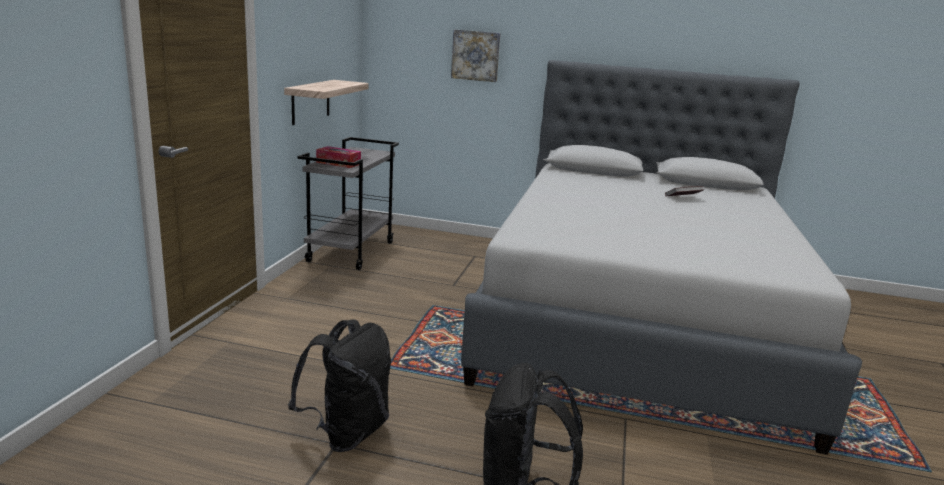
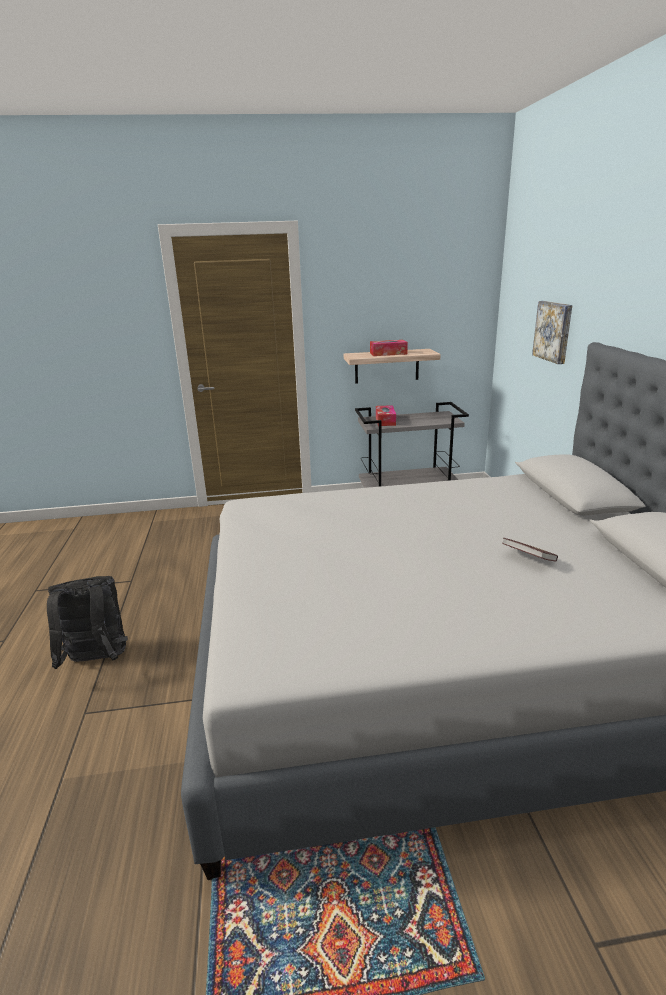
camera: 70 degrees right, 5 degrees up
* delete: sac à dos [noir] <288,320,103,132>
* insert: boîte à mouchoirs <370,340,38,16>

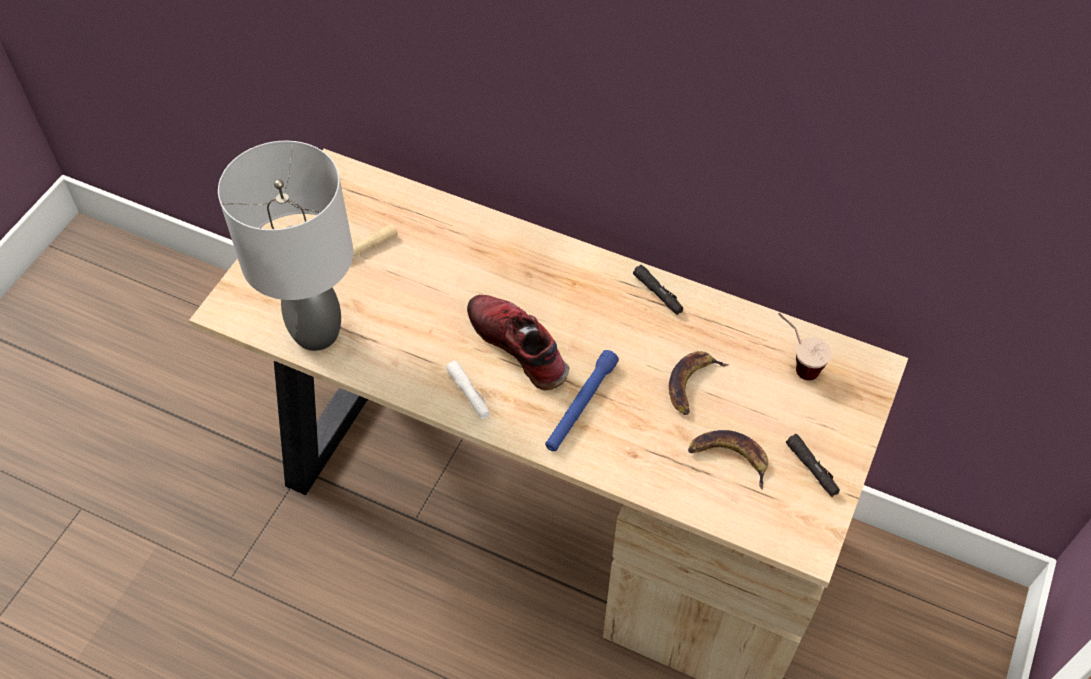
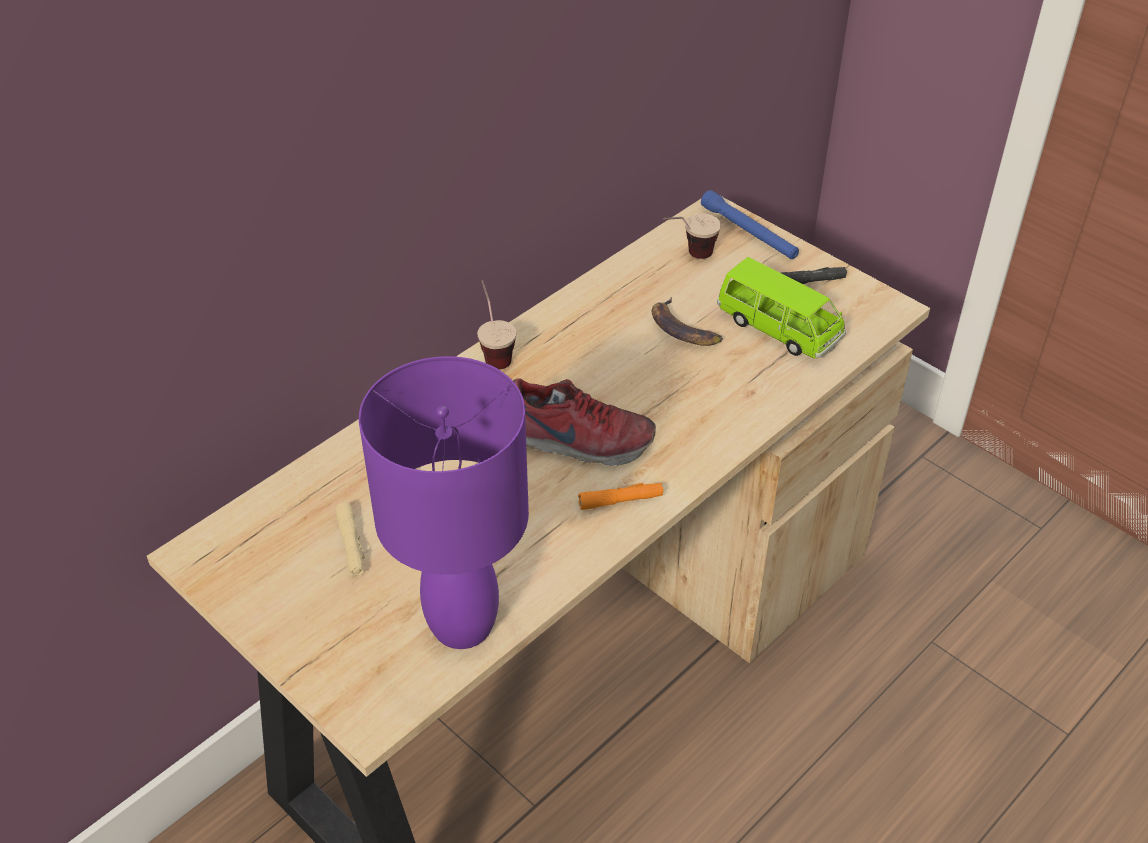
camera: 70 degrees left, 10 degrees down
* recolor: lampe de table [gris] <218,141,135,210> to lampe de table [violet] <359,356,170,293>
* recolor: lampe de poche [blanc] <446,361,44,58> to lampe de poche [orange] <578,483,86,27>
* rotate: chaussure <467,295,103,95> = <513,378,143,88> 150 degrees counterclockwise
* move: lampe de poche [bleu] <545,350,74,101> to <701,190,98,69>
* delete: lampe de poche [noir] <633,265,50,50>
* replace: banane <688,430,80,60> to petite voiture [vert] <717,257,129,101>
* insert: tasse <477,280,40,90>

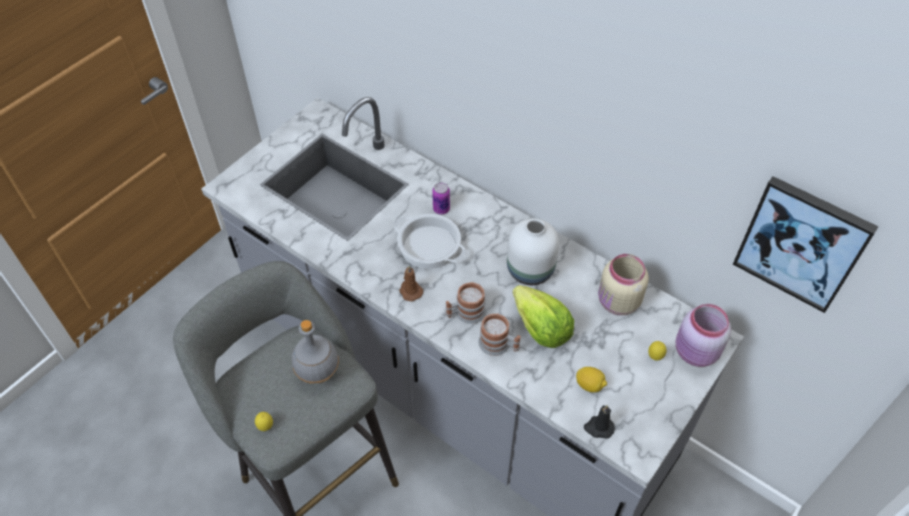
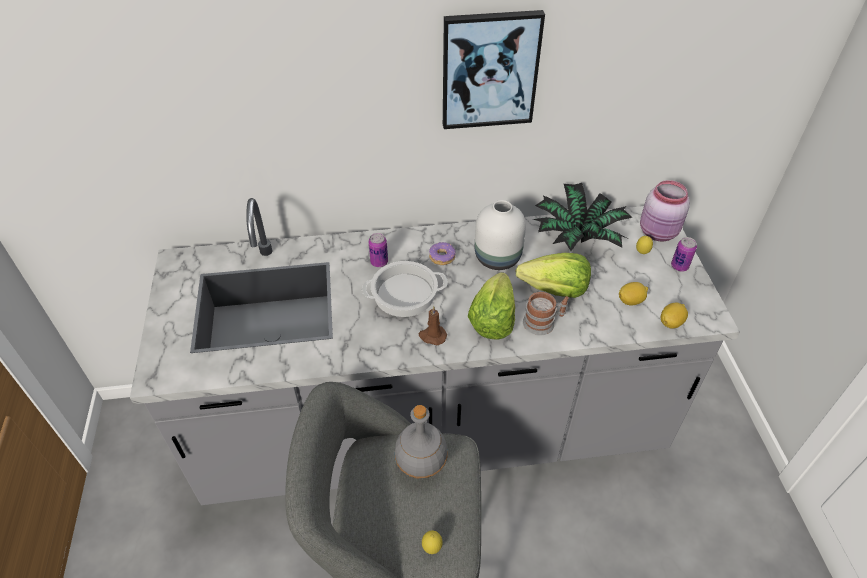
camera: 45 degrees left, 5 degrees down
* replace: mug <446,282,40,42> to laitue <468,272,47,67>
* replace: bougie [noir] <584,405,31,33> to citron <661,303,27,26>
* replace: bocal [beige] <598,254,51,61> to plante en pot <533,183,100,68>
* move: tableau <733,176,145,137> to <443,10,102,119>
* insert: beignet <429,242,27,23>
* insert: boîte métallique <671,237,26,35>

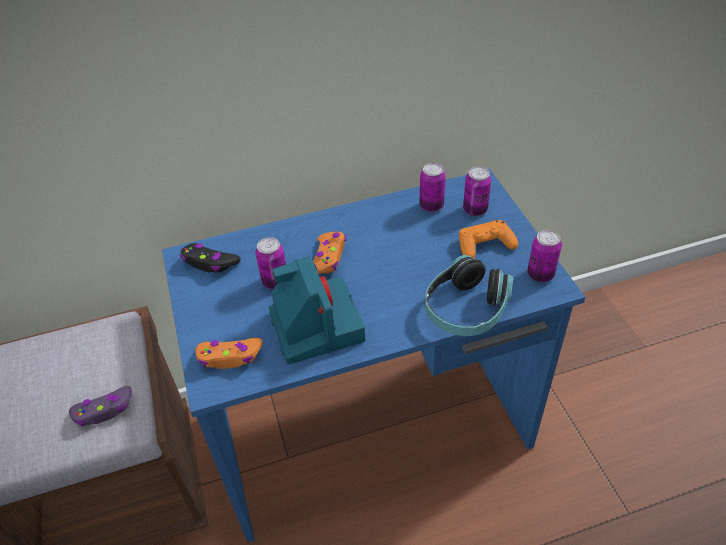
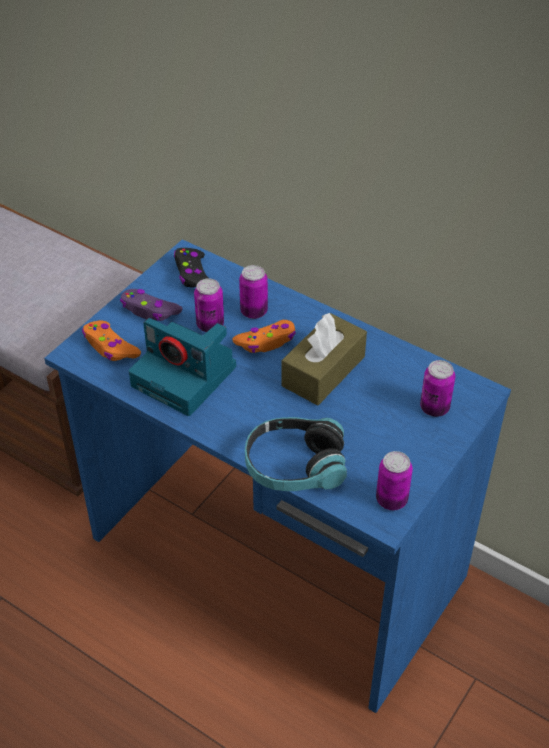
camera: 50 degrees right, 0 degrees up
* move: manette [violet] <69,386,63,41> to <120,289,63,32>
* rotate: appareil photo <269,256,97,108> = <128,318,108,98> 90 degrees clockwise
* move: boîte métallique <420,163,26,49> to <239,265,29,54>
* delete: manette [orange] <459,220,59,39>
* insert: boîte à mouchoirs [marron] <281,313,86,92>

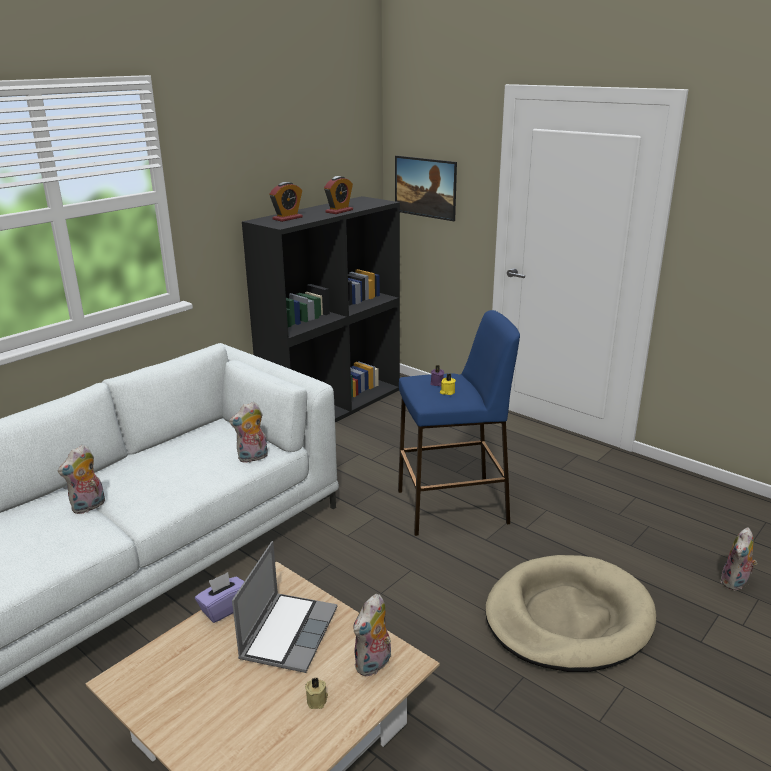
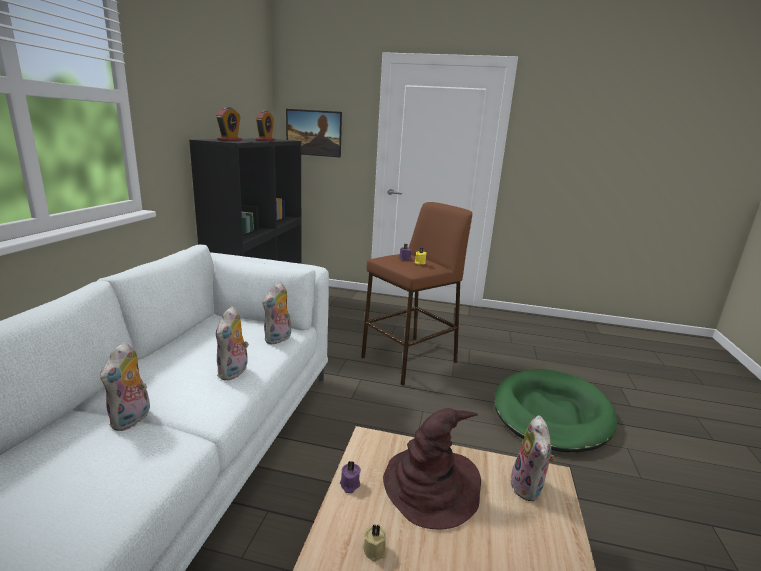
camera: 30 degrees left, 5 degrees down
* replace: boîte à mouchoirs [violet] <195,572,49,51> to bougie [violet] <340,461,21,32>
* replace: ordinateur portable <232,541,105,132> to chapeau [marron] <383,408,98,122>
* move: bougie [beige] <305,677,23,32> to <363,525,23,37>
* recolor: tabouret [bleu] <398,310,122,226> to tabouret [marron] <361,202,111,184>
* recolor: panier pour chien [beige] <485,555,171,117> to panier pour chien [vert] <494,369,123,83>
* move: peluche <721,527,37,64> to <216,306,33,74>

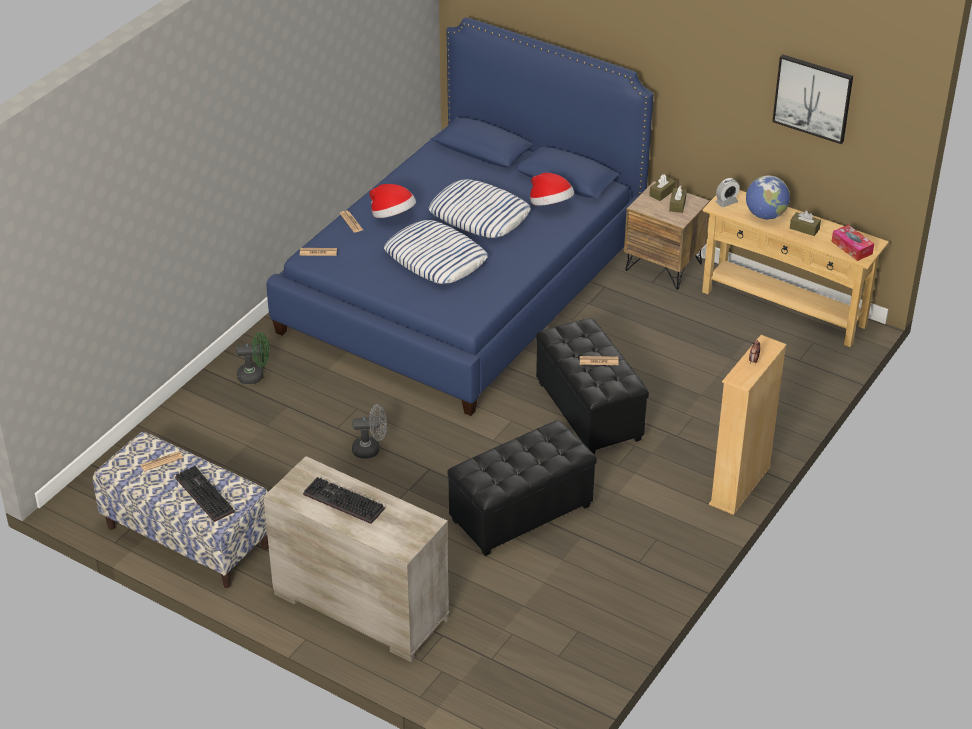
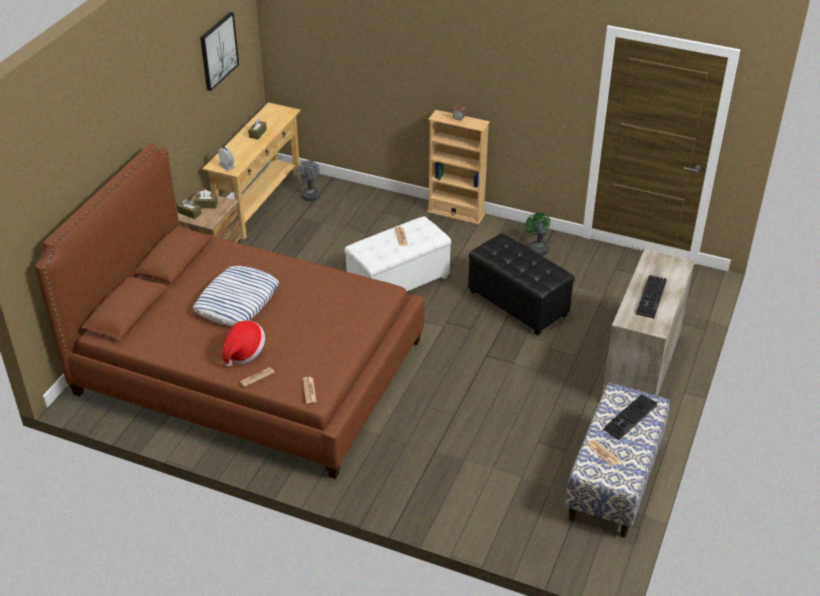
camera: 100 degrees left, 0 degrees up
* move: ventilateur [vert] <236,332,33,52> to <525,213,25,42>
* recolor: lit [bleu] <267,18,386,398> to lit [marron] <35,143,389,336>
* move: ventilateur [gris] <352,404,35,55> to <295,160,25,41>
* delete: coussin <384,220,104,64>
* delete: chapeau <530,173,44,33>
* recolor: pouf [noir] <536,318,113,136> to pouf [blanc] <345,216,106,75>
* delete: globe <746,176,44,43>
* delete: boîte à mouchoirs <831,225,43,36>

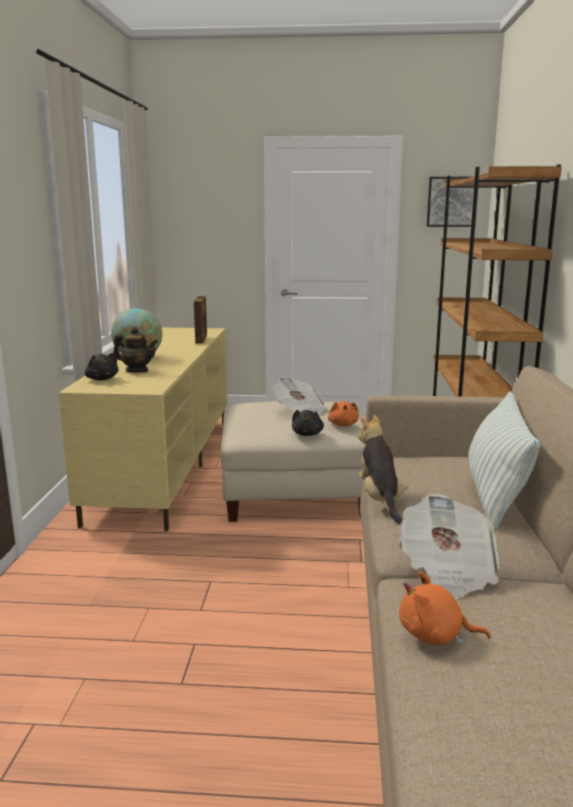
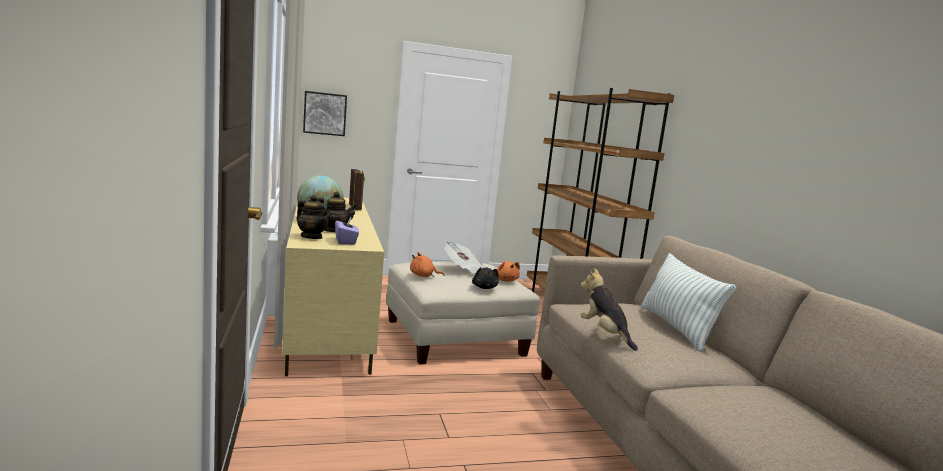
camera: 20 degrees left, 5 degrees down
* replace: peluche [noir] <85,353,33,27> to théière <297,195,33,44>
* delete: journal <399,494,101,105>
* move: peluche [orange] <399,571,92,74> to <410,252,34,25>
* move: tableau <427,177,51,50> to <303,91,44,45>
* insert: boîte à mouchoirs [violet] <335,216,24,29>

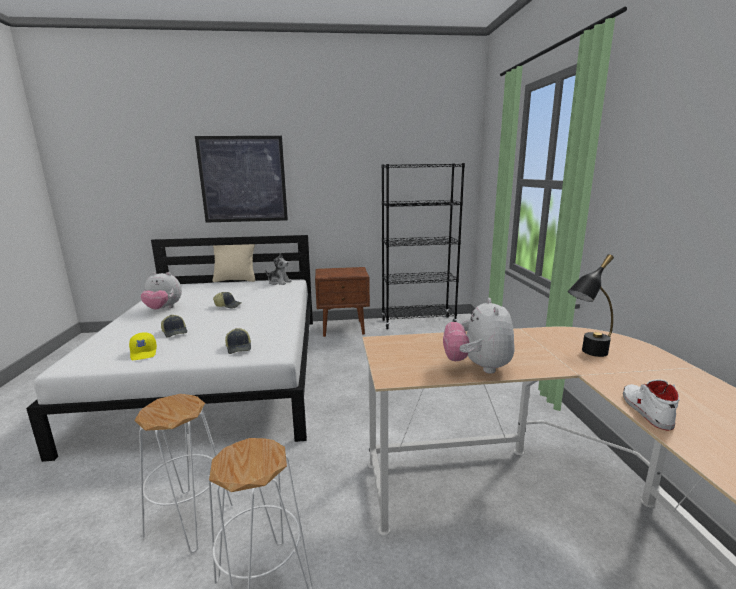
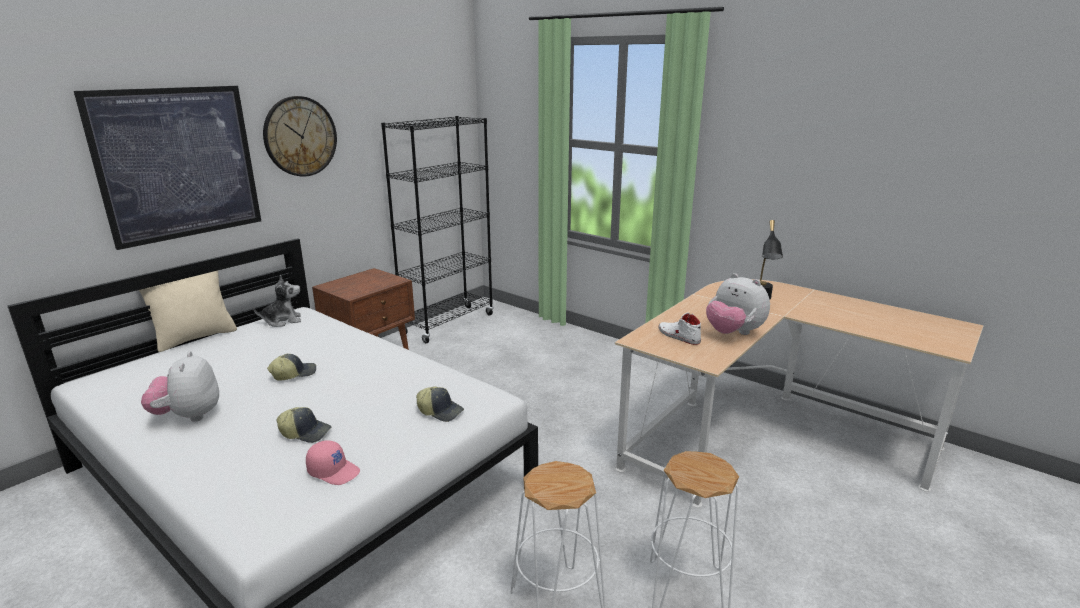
camera: 45 degrees left, 5 degrees up
* recolor: casquette [jaune] <129,332,28,28> to casquette [rose] <306,441,54,44>
* rotate: peluche <140,272,42,38> = <141,351,78,71> 120 degrees clockwise
* move: chaussure [blanc] <623,380,57,51> to <658,313,43,32>
* insert: horloge murale <263,96,74,81>

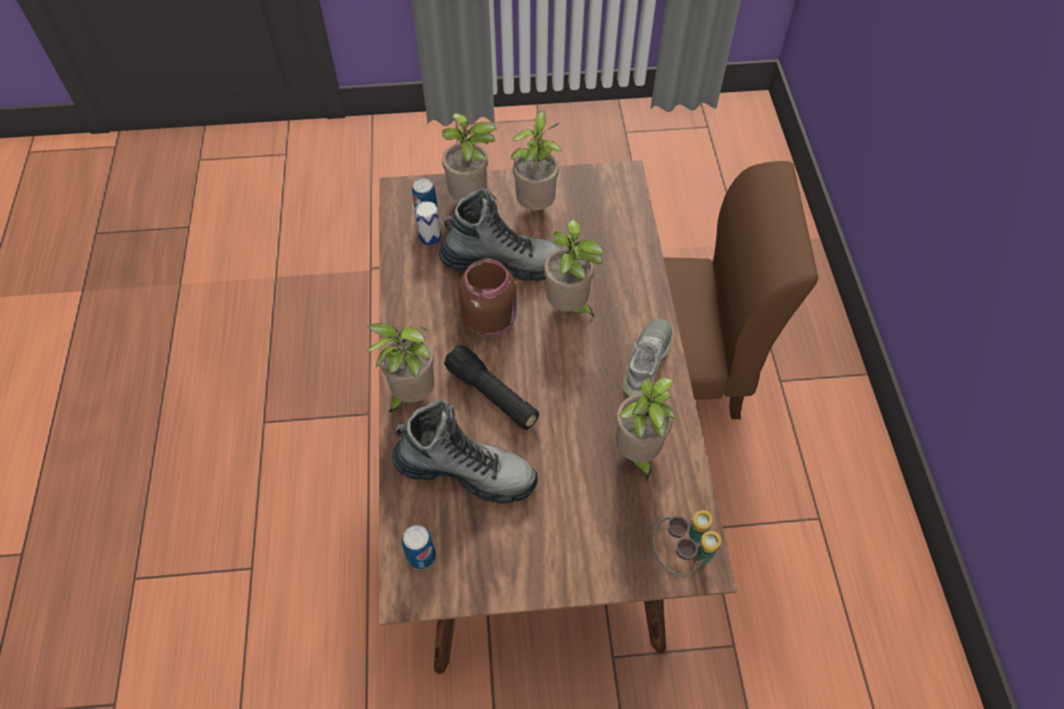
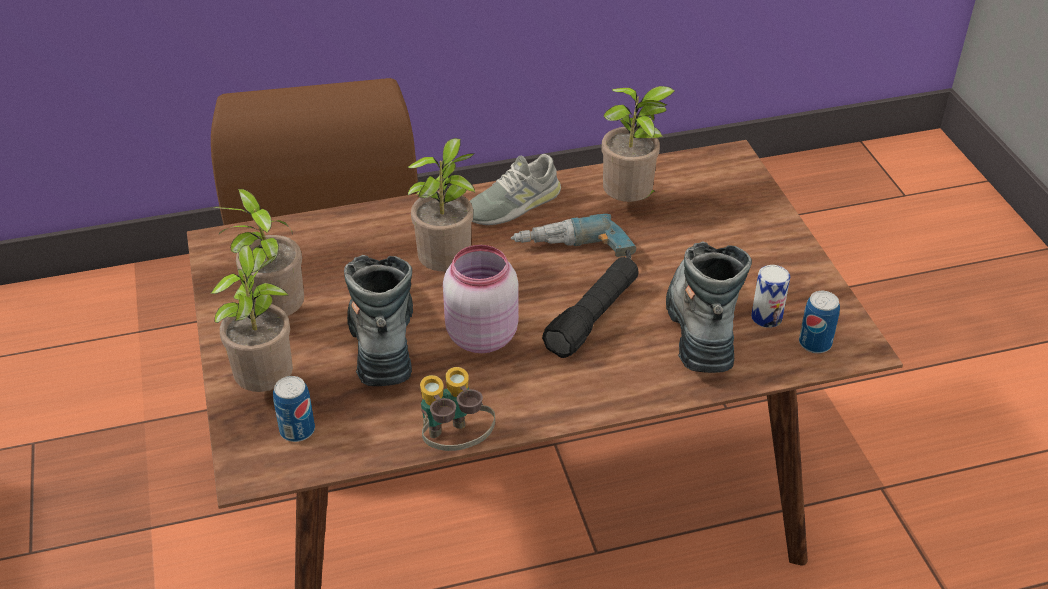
camera: 100 degrees left, 15 degrees down
* delete: plante en pot <366,323,68,90>
* move: boîte métallique <415,201,26,45> to <751,265,39,63>
* recolor: bocal [marron] <458,259,59,78> to bocal [rose] <443,245,76,108>
* rotate: chaussure [gris] <623,319,49,78> = <470,154,91,71> 45 degrees counterclockwise
* move: jumelles <652,510,69,67> to <420,367,75,84>
* insert: perceuse <511,214,125,45>

